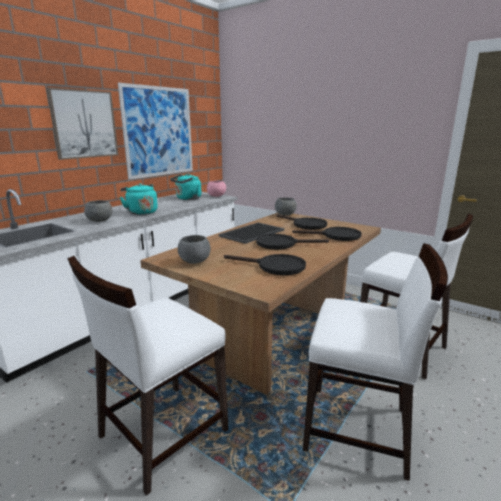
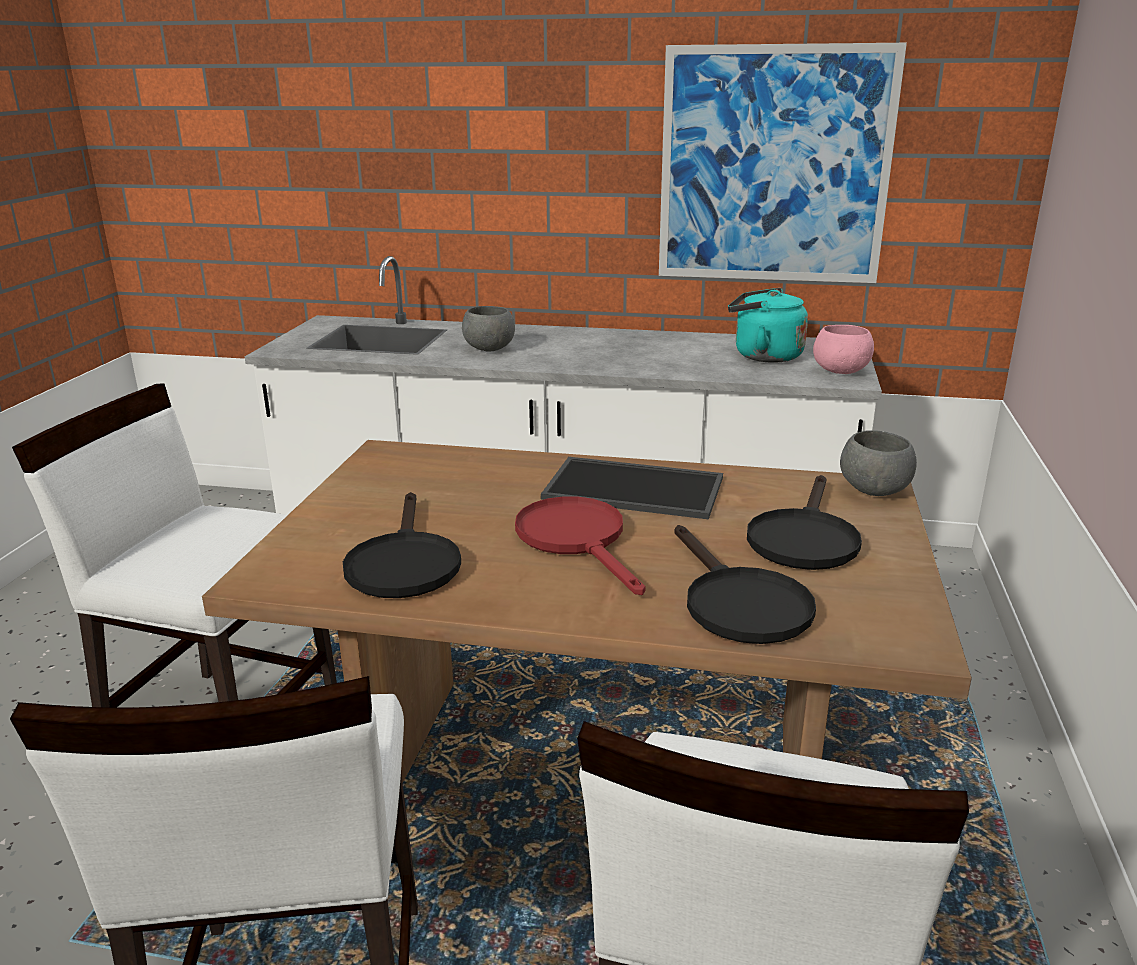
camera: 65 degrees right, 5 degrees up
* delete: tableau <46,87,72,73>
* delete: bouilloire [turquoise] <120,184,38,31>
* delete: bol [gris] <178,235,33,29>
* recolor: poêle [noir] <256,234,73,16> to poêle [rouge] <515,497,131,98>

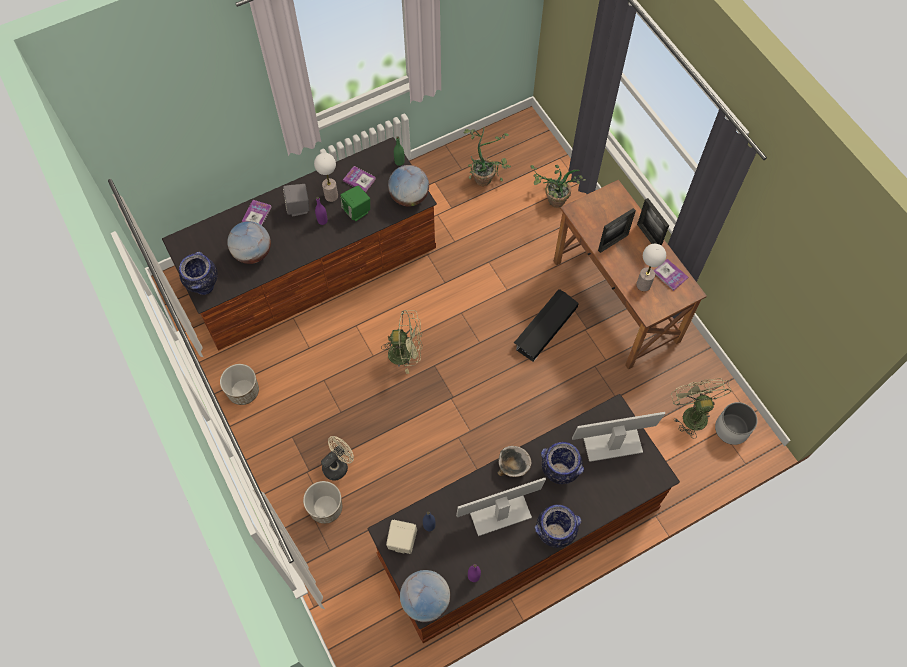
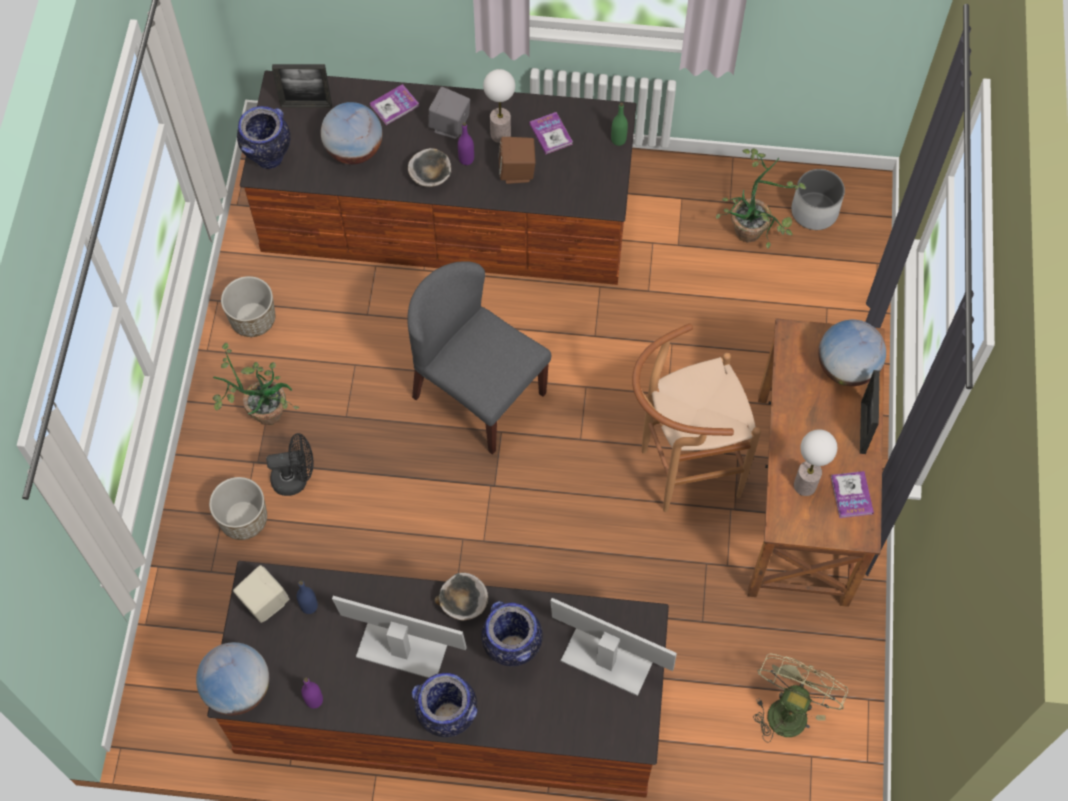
camera: 35 degrees right, 0 degrees up
* recolor: ventilateur [beige] <321,436,33,45> to ventilateur [noir] <266,433,47,63>
* recolor: enceinte [vert] <340,185,30,36> to enceinte [marron] <499,137,37,47>
* replace: ventilateur [vert] <381,310,41,64> to chaise [gris] <408,261,143,194>
* move: globe <388,165,41,41> to <818,320,68,66>
* replace: boîte de rangement [noir] <514,289,65,73> to tabouret [marron] <632,324,129,188>
* move: plante en pot <530,165,56,42> to <213,343,86,82>
* move: cadre photo <598,208,38,45> to <272,64,60,44>
* move: cache-pot [blanc] <715,402,42,43> to <791,169,54,61>
* insert: bol <408,148,43,39>

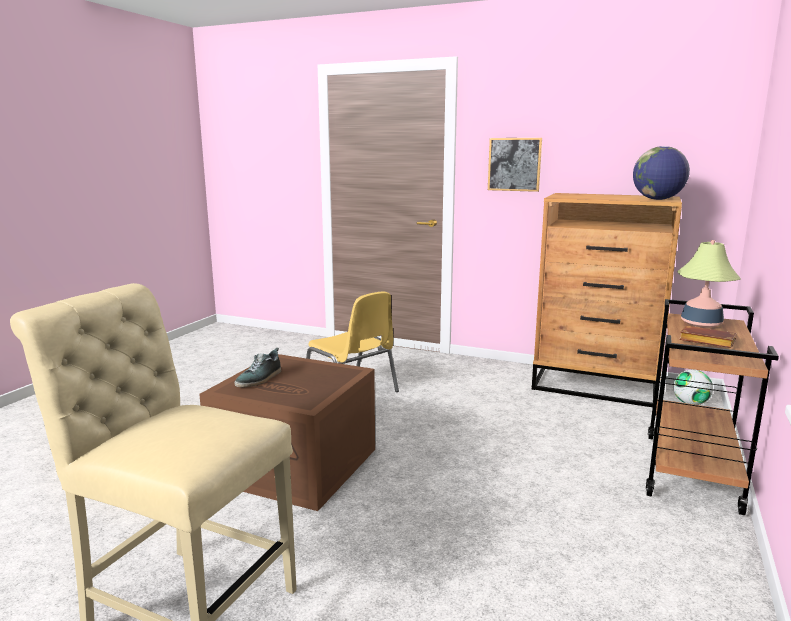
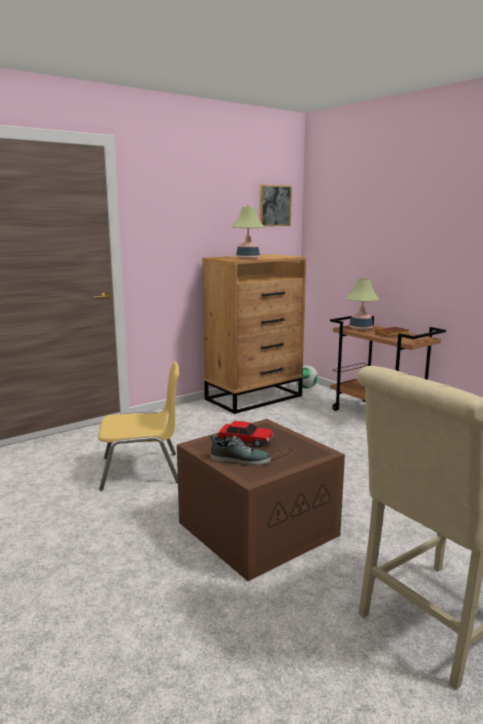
camera: 60 degrees left, 0 degrees up
* rotate: chaussure <235,348,46,39> = <210,435,61,30> 45 degrees counterclockwise
* move: tableau <488,138,54,54> to <260,185,32,41>
* delete: globe <633,146,57,54>
* insert: petite voiture <217,421,57,26>
* insert: lampe de table <232,205,33,55>

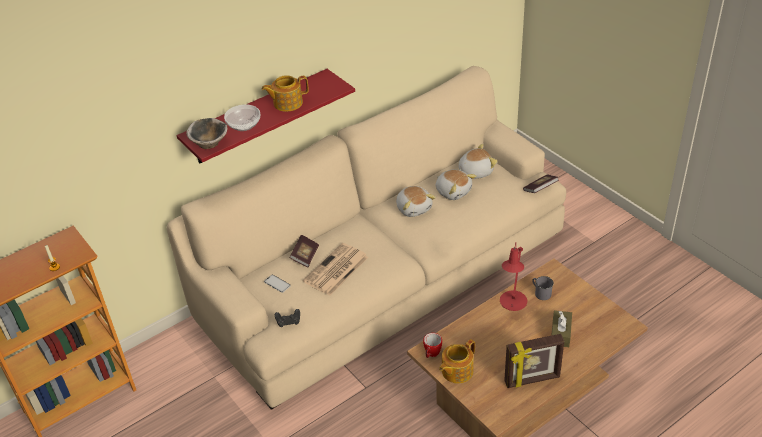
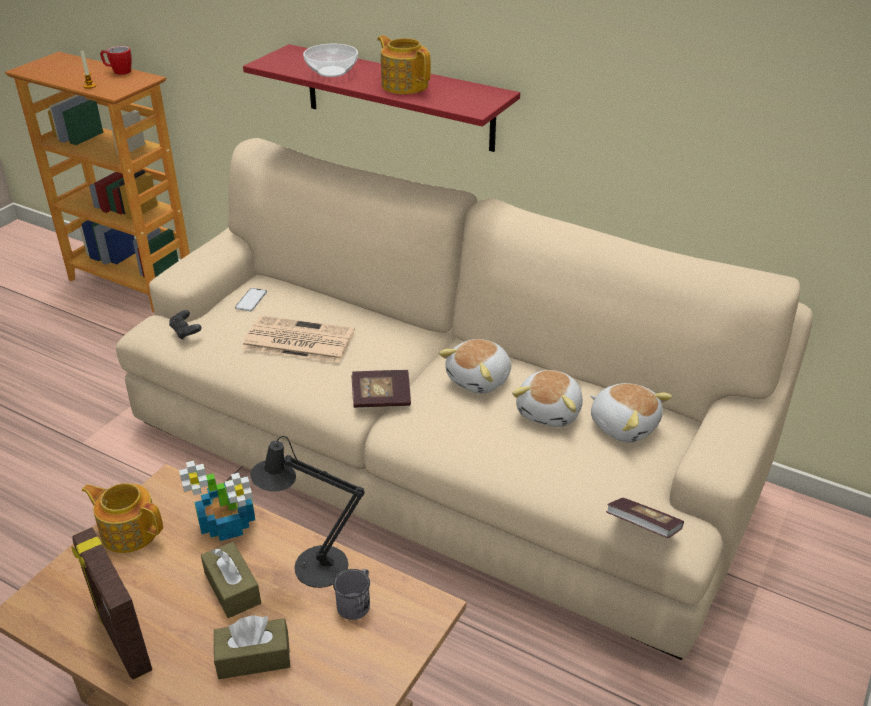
camera: 65 degrees right, 5 degrees down
* delete: bol <186,118,42,31>
* move: livre <290,235,29,32> to <351,370,60,38>
* move: mug <423,333,19,25> to <100,46,32,29>
* recolor: lampe de table [rouge] <500,243,27,68> to lampe de table [noir] <250,436,115,152>
* insert: plante en pot <179,461,76,80>
* insert: boîte à mouchoirs [marron] <201,542,60,76>

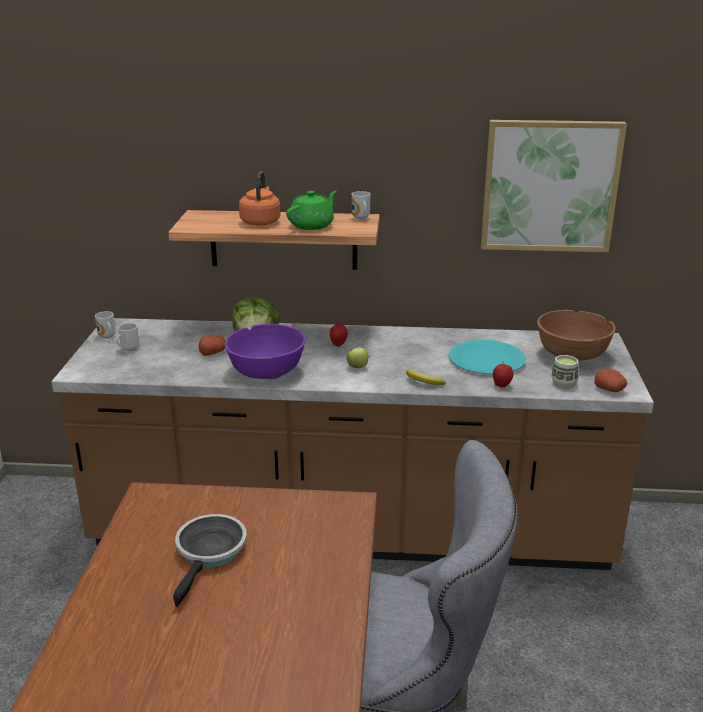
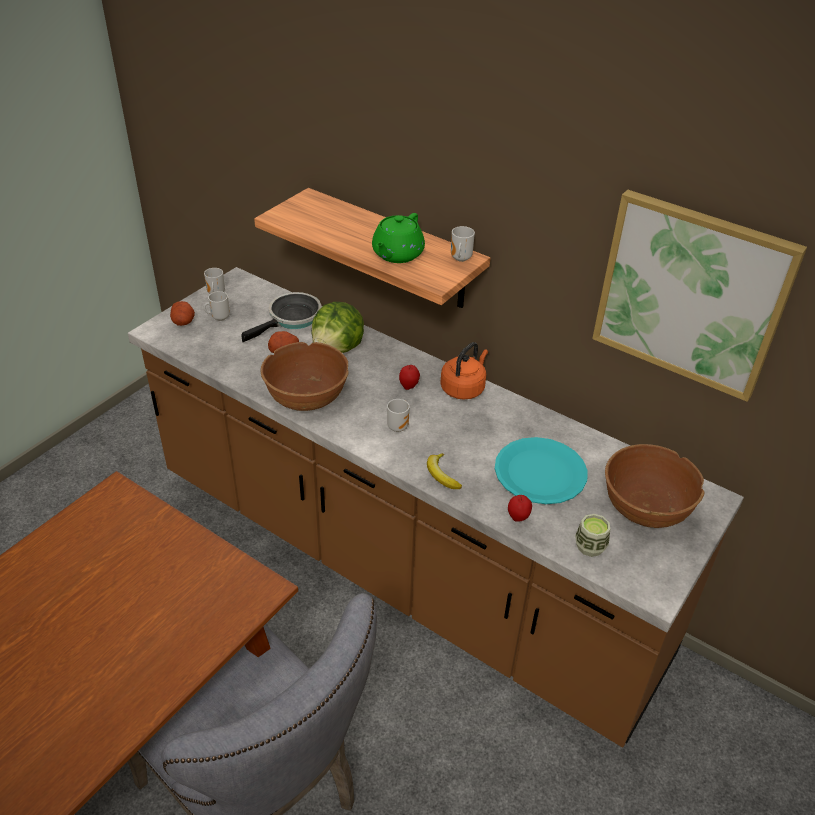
camera: 30 degrees right, 15 degrees up
* move: poêle <173,514,74,93> to <241,292,80,50>
* recolor: bol [violet] <225,324,81,55> to bol [marron] <261,342,87,69>
* move: bouilloire [orange] <239,171,41,55> to <440,342,48,58>
* rotate: théière [vert] <286,191,51,39> = <372,213,53,50> 135 degrees clockwise
* replace: pomme <346,348,24,20> to mug <387,399,23,33>
* move: pomme de terre <594,368,33,24> to <170,301,25,25>

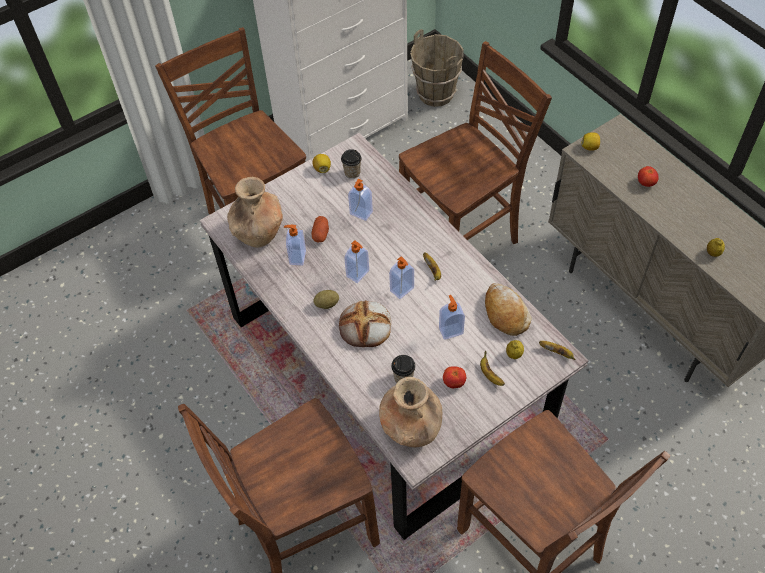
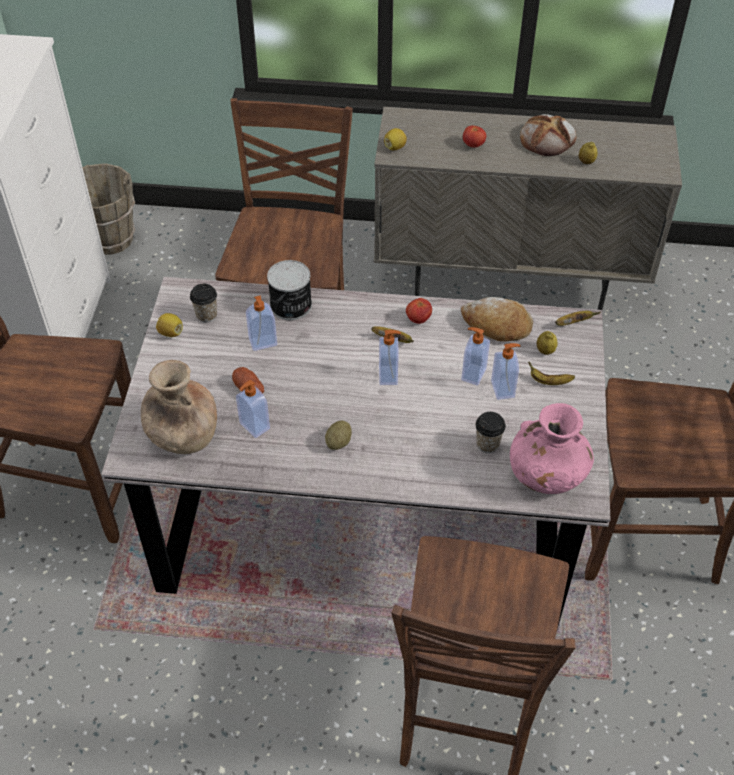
camera: 50 degrees left, 5 degrees down
* move: pain <339,300,52,47> to <520,114,56,42>
* move: distributeur de savon <344,240,25,43> to <491,343,30,57>
* recolor: vase [marron] <379,377,63,71> to vase [rose] <510,403,84,91>
* move: tomate <443,366,23,22> to <406,298,26,26>
* insert: boîte métallique <267,260,45,60>

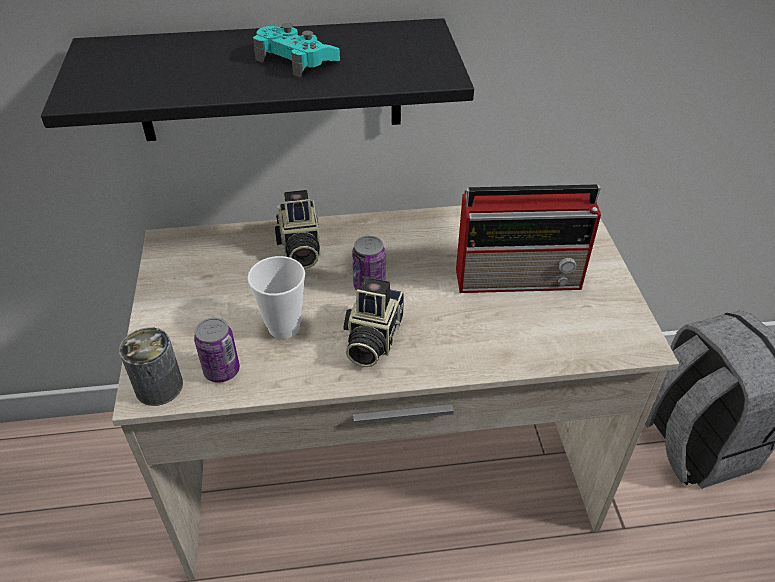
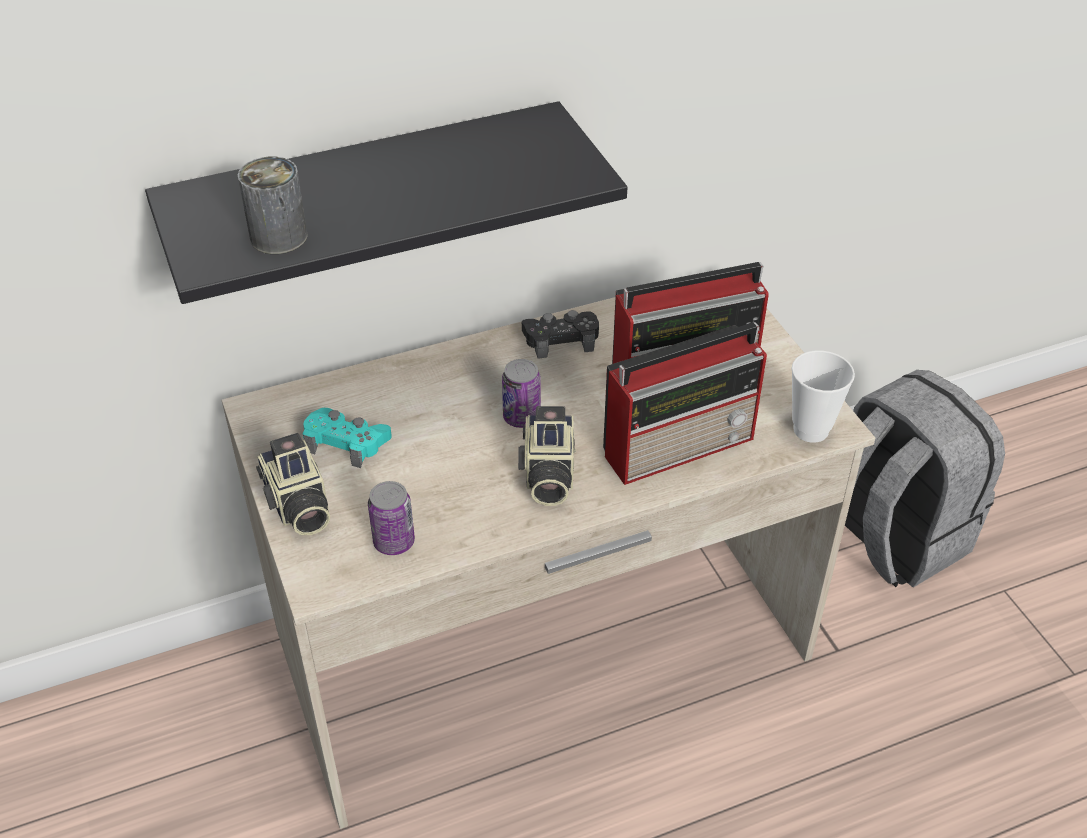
camera: 15 degrees left, 0 degrees up
* move: boîte métallique <119,328,64,78> to <238,157,70,97>
* move: tasse <248,256,57,83> to <791,350,64,93>
* move: manette [turquoise] <253,23,87,55> to <302,408,90,60>
* move: appareil photo <275,190,46,79> to <256,433,74,102>
* insert: manette [noir] <522,310,77,49>
* insert: radio <603,322,164,163>

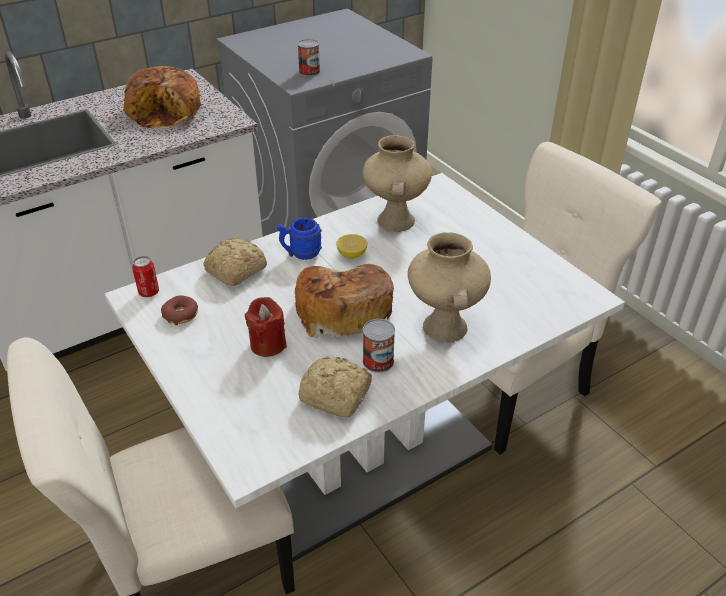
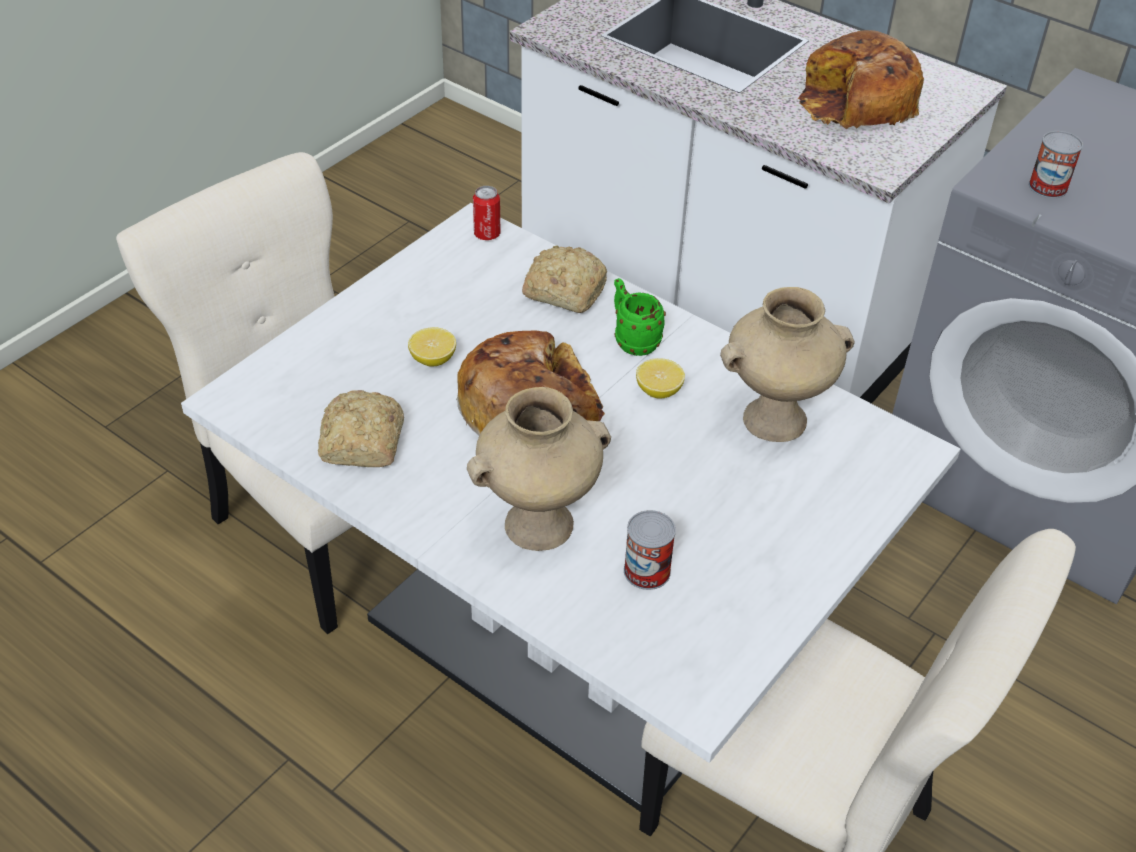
camera: 70 degrees right, 5 degrees up
* delete: beignet <161,295,37,30>
* replace: bougie [rouge] <245,297,42,60> to citron <408,327,48,40>
* recolor: mug [bleu] <277,218,45,42> to mug [vert] <614,278,52,78>
* move: boîte métallique <363,319,32,54> to <624,510,52,80>

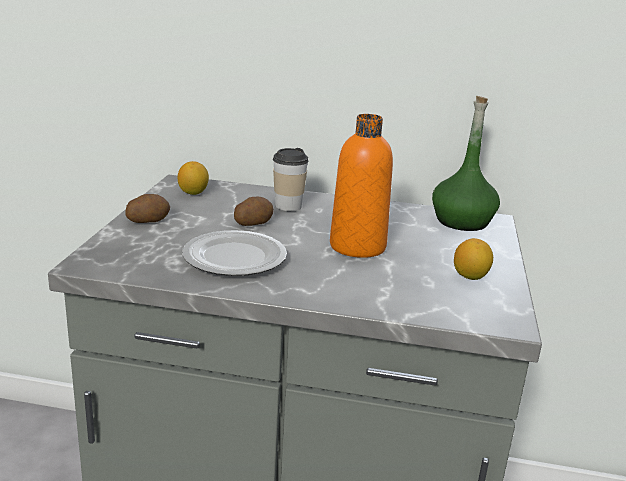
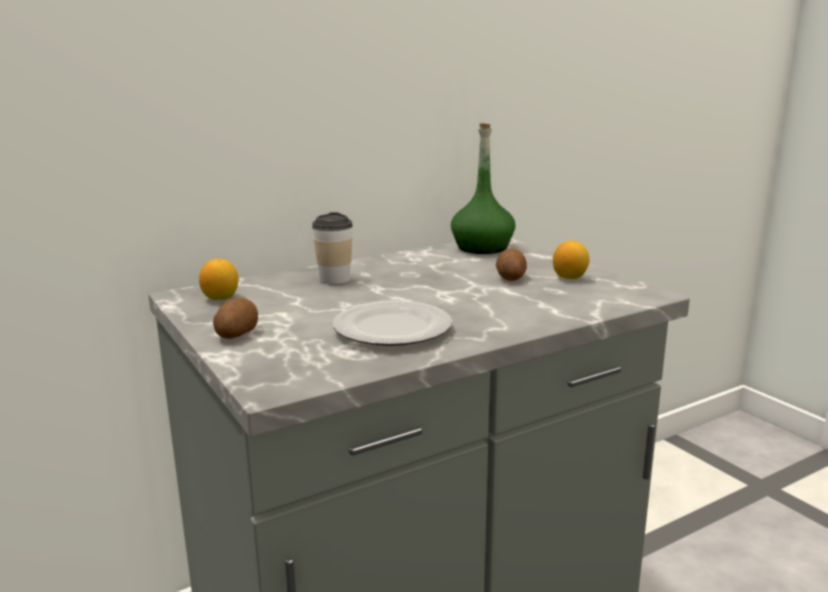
camera: 40 degrees left, 5 degrees down
* move: pomme de terre <234,197,40,29> to <496,249,31,32>
* delete: bouteille [orange] <330,114,63,144>

